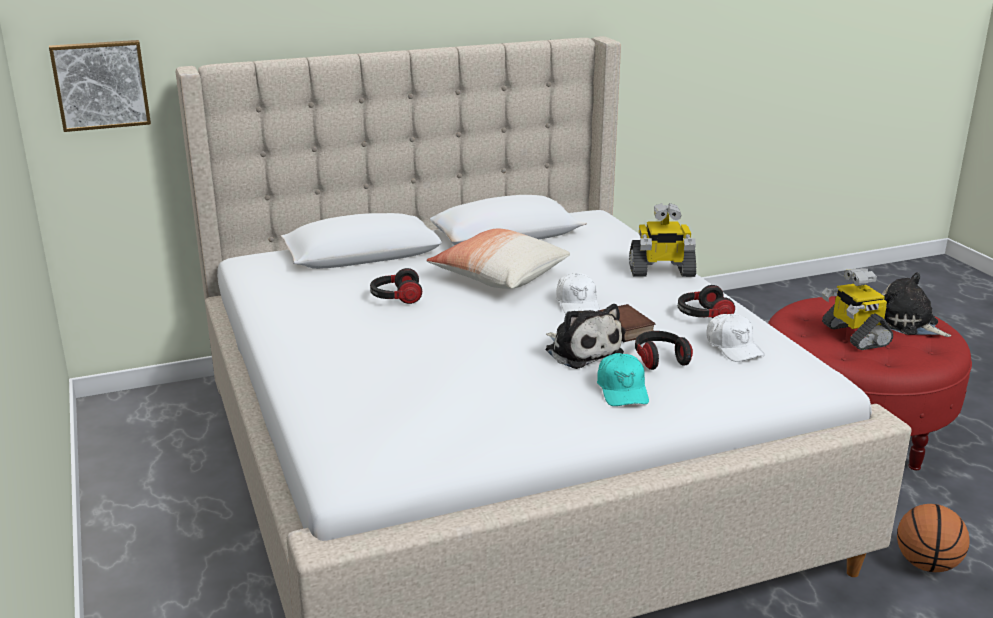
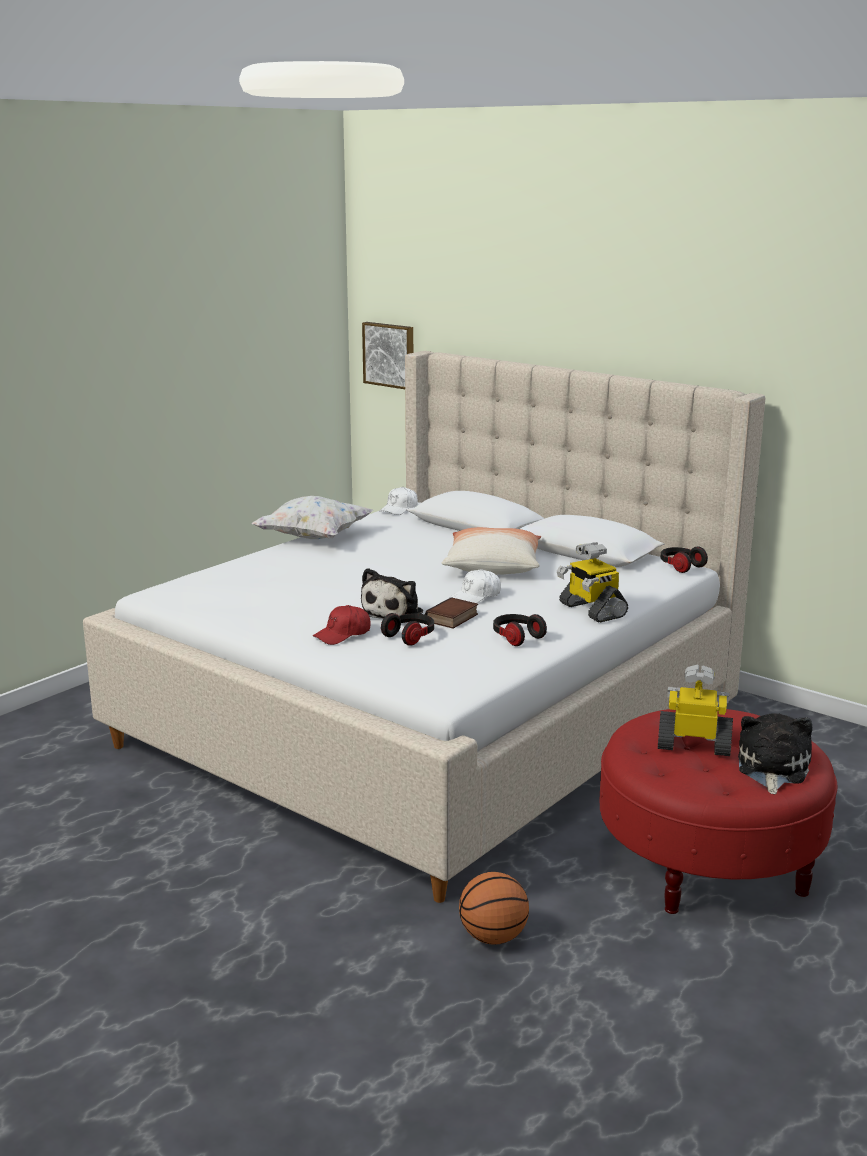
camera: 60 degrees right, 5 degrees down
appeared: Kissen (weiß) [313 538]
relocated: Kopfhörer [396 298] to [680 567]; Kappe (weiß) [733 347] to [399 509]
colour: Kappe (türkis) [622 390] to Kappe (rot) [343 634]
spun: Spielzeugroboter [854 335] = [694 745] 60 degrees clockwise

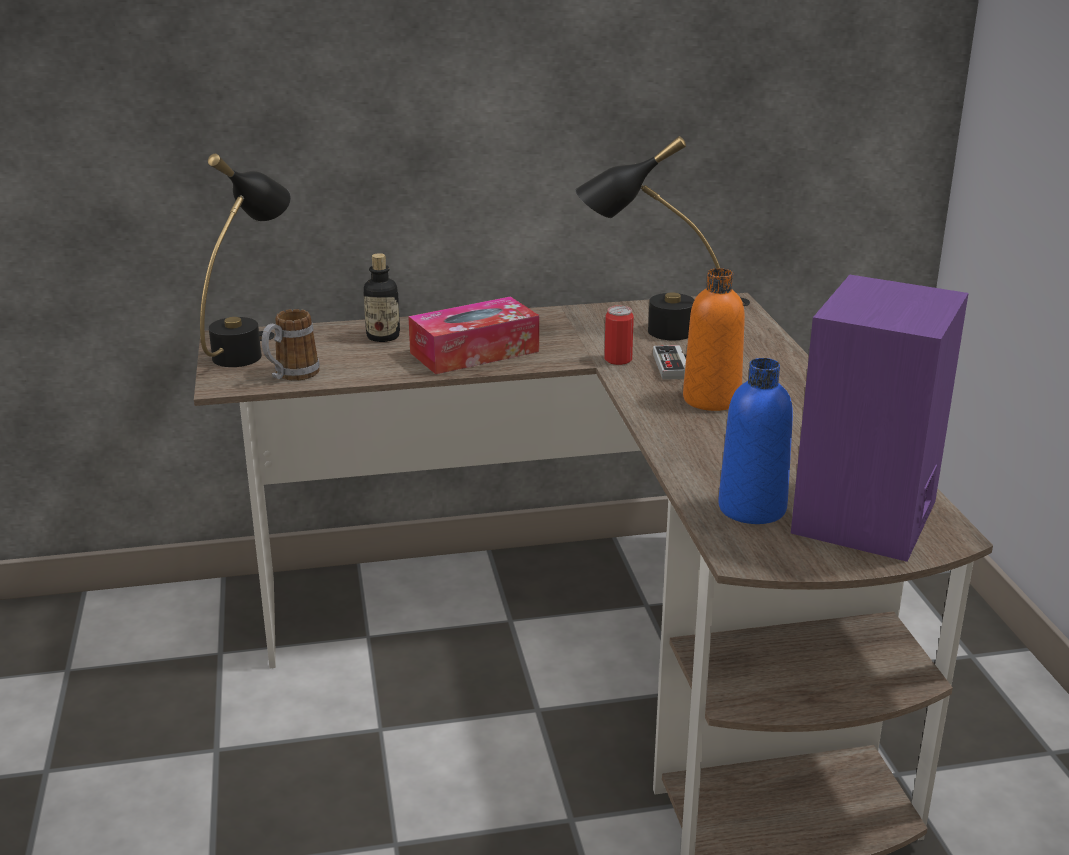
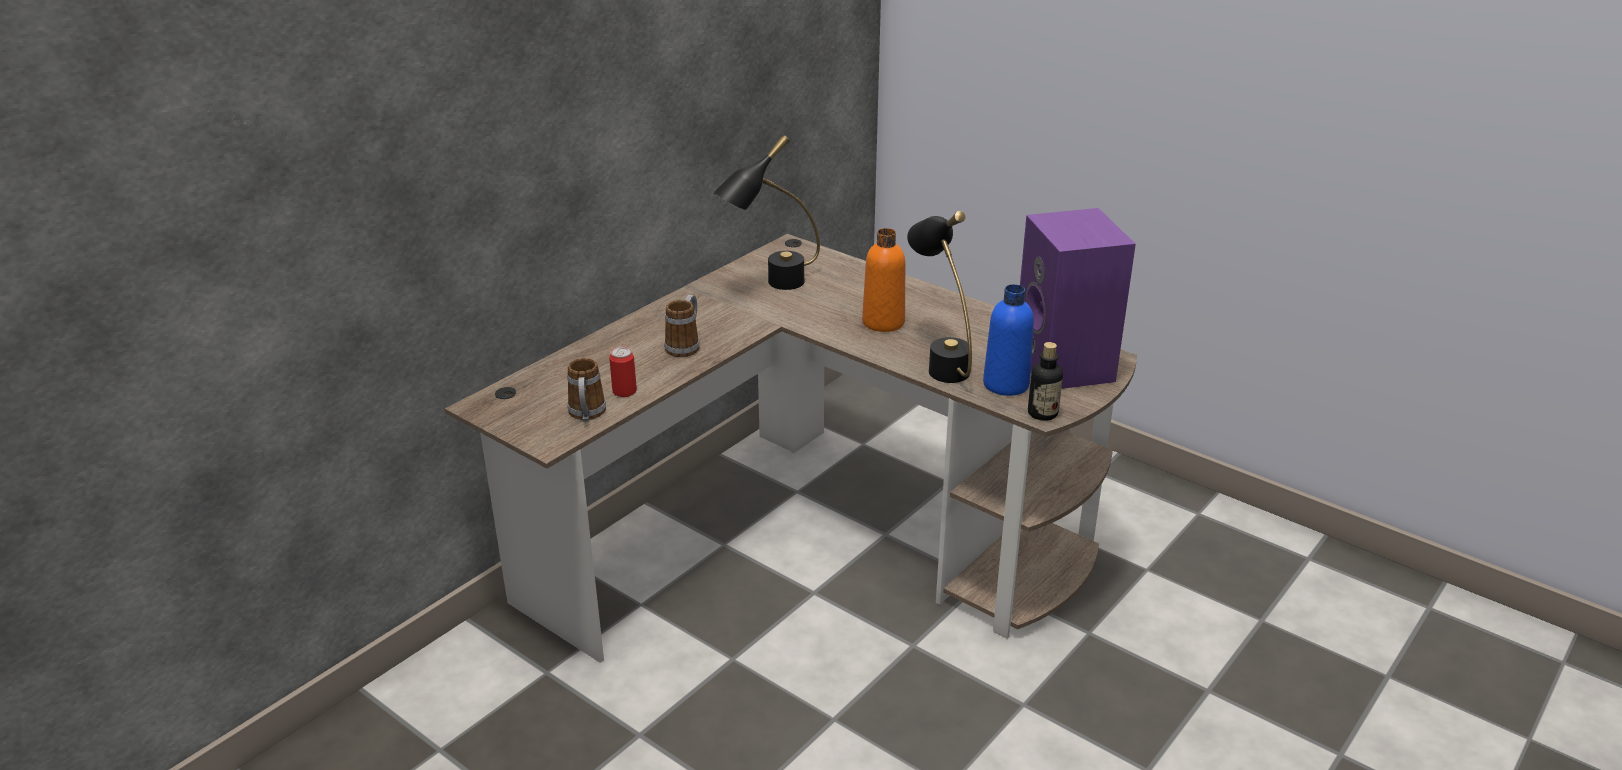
camera: 40 degrees left, 5 degrees up
missing: Gamepad [677 366]
relocated: Tischlampe (schwarz) [250 348] to [940 362]; Flasche [383 337] to [1042 413]; Dose [618 359] to [624 391]
exchanged: Taschentuchbox [474 352] to Henkelbecher [685 345]

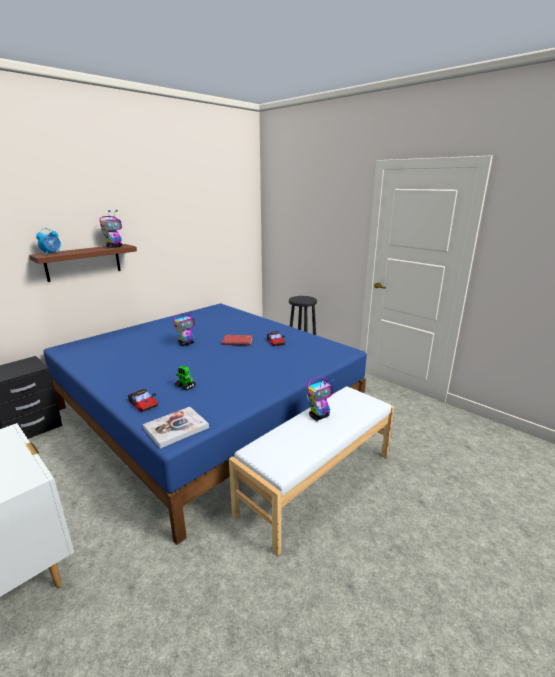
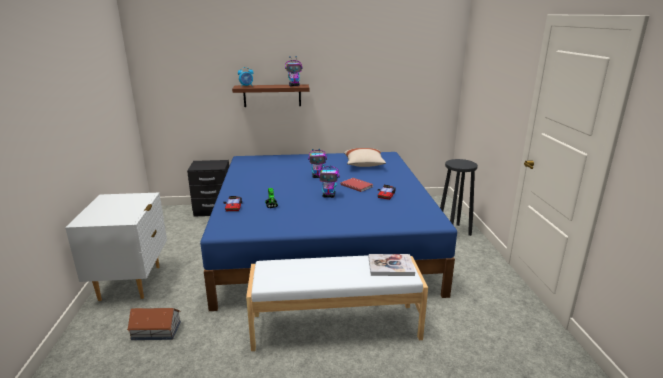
camera: 40 degrees right, 0 degrees up
appeared: Spielzeughaus [156 330]; Kissen (beige) [364 165]
relocated: Buch [176 428] to [390 266]; Spielzeugroboter [319 416] to [329 196]

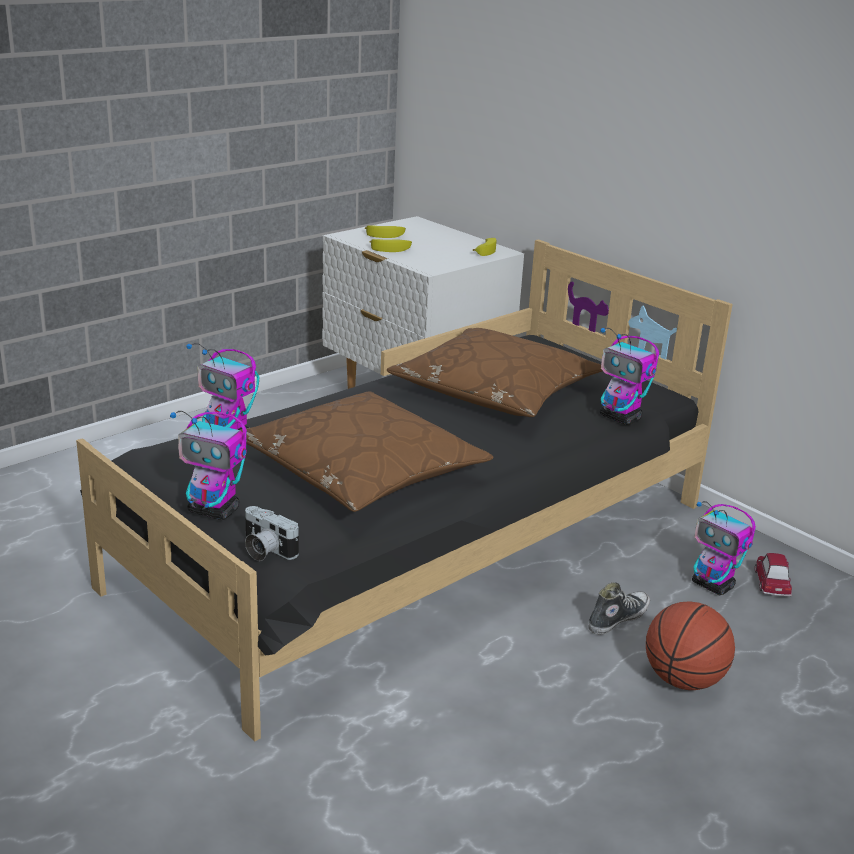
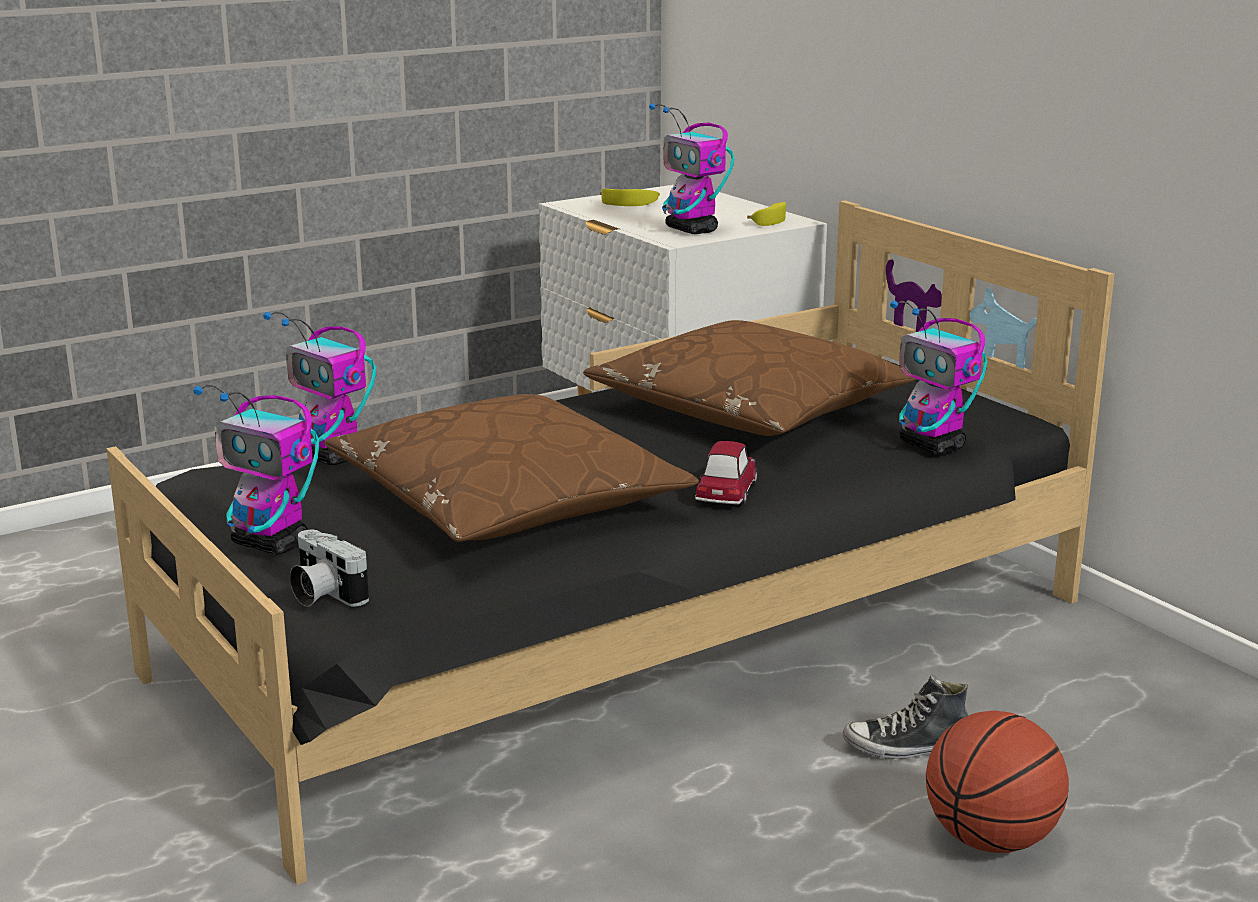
camera: 10 degrees right, 5 degrees down
missing: Banane [391 249]
relocated: Spielzeugroboter [713 586] to [692 230]; Spielzeugauto [771 582] to [727 490]
spun: Schuh [617 618] = [907 748] 150 degrees counterclockwise

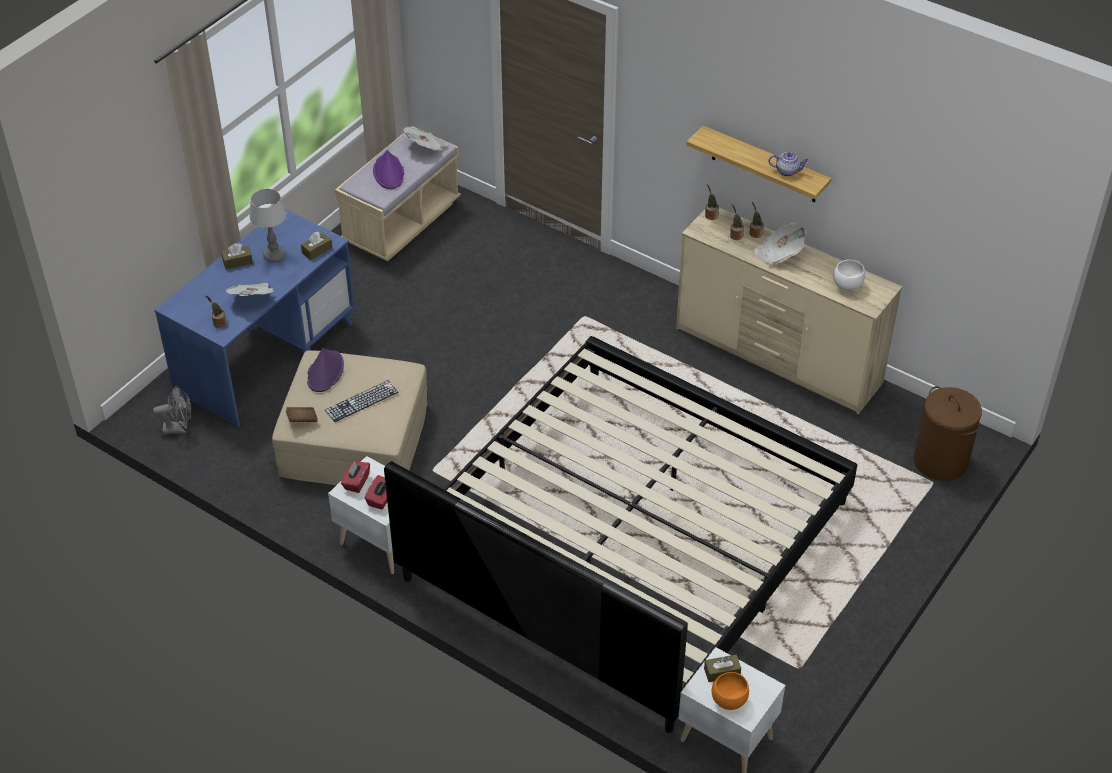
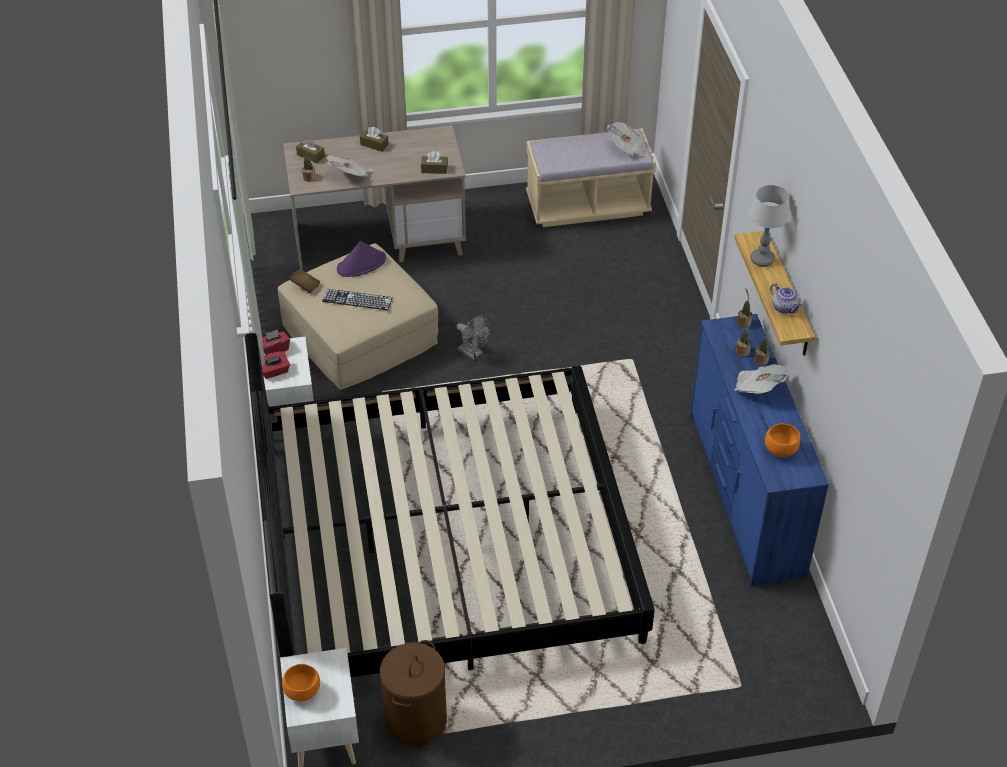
camera: 45 degrees right, 0 degrees up
missing: Hut (lila) [389 173]
relocated: Ventilator (grau) [179 428] to [473 353]; Tischlampe [274 255] to [762 259]; Taschentuchbox (braun) [722 672] to [311 155]; Wäschekorb (braun) [940 461] to [416 720]
colour: Schreibtisch (blau) [266 355] to Schreibtisch (beige) [380 239]; Kommode (beige) [778 357] to Kommode (blau) [744 494]; Schüssel (weiß) [846 285] to Schüssel (orange) [780 450]

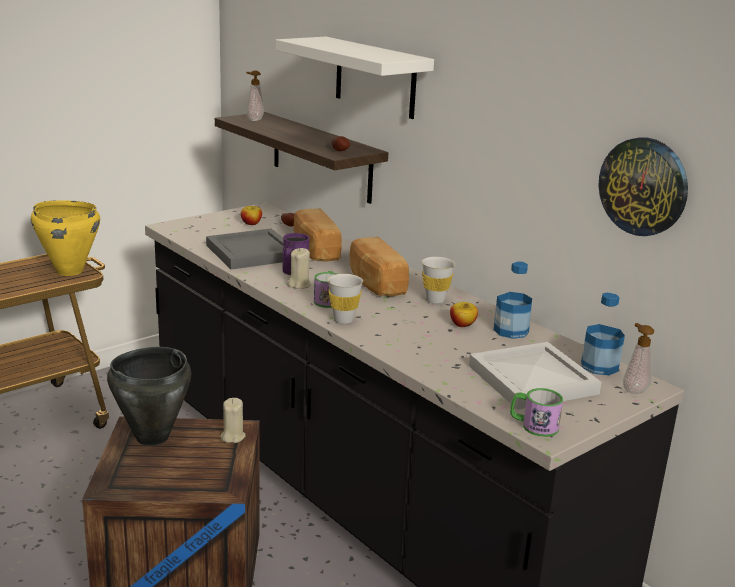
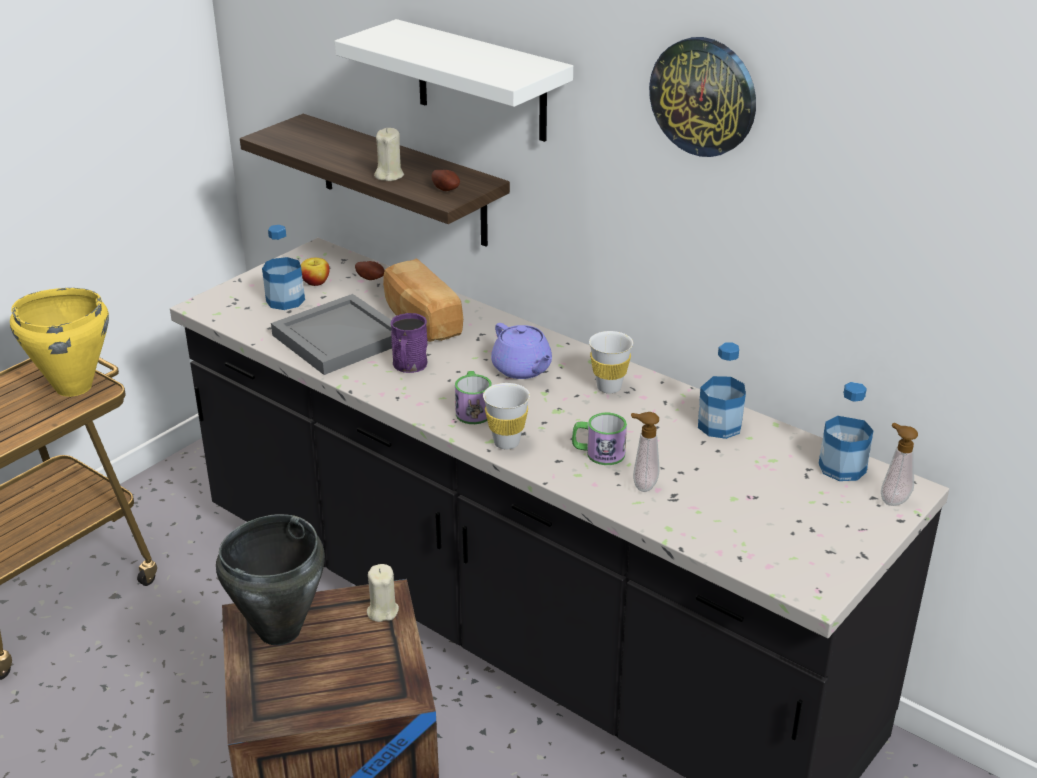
camera: 10 degrees left, 10 degrees up
missing: Apfel [462 324]; Tablett (weiß) [532 380]
appeared: Flasche [285 300]
relocated: Seifenspender [254 119] to [642 485]; Kerze (beige) [299 285] to [389 175]; Henkelbecher [533 426] to [598 453]; Wanduhr [643 186] to [703 96]
exchanged: Brot [375 283] to Teekanne (lila) [522 369]

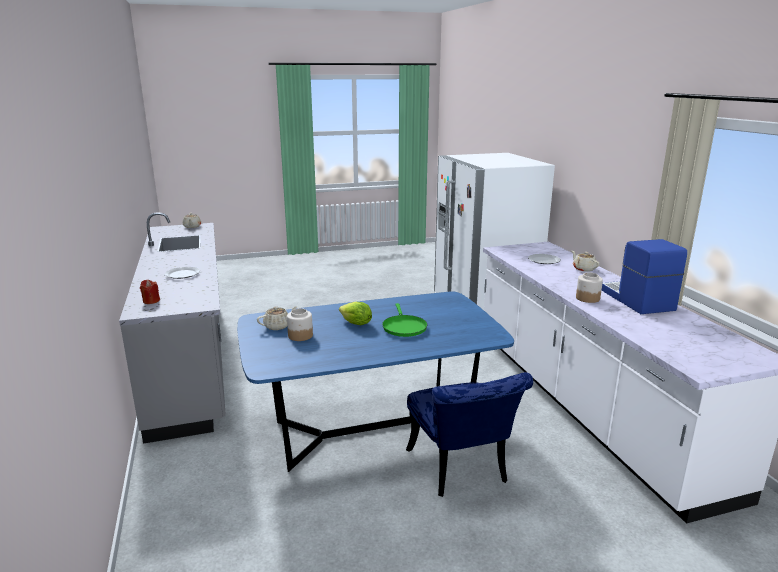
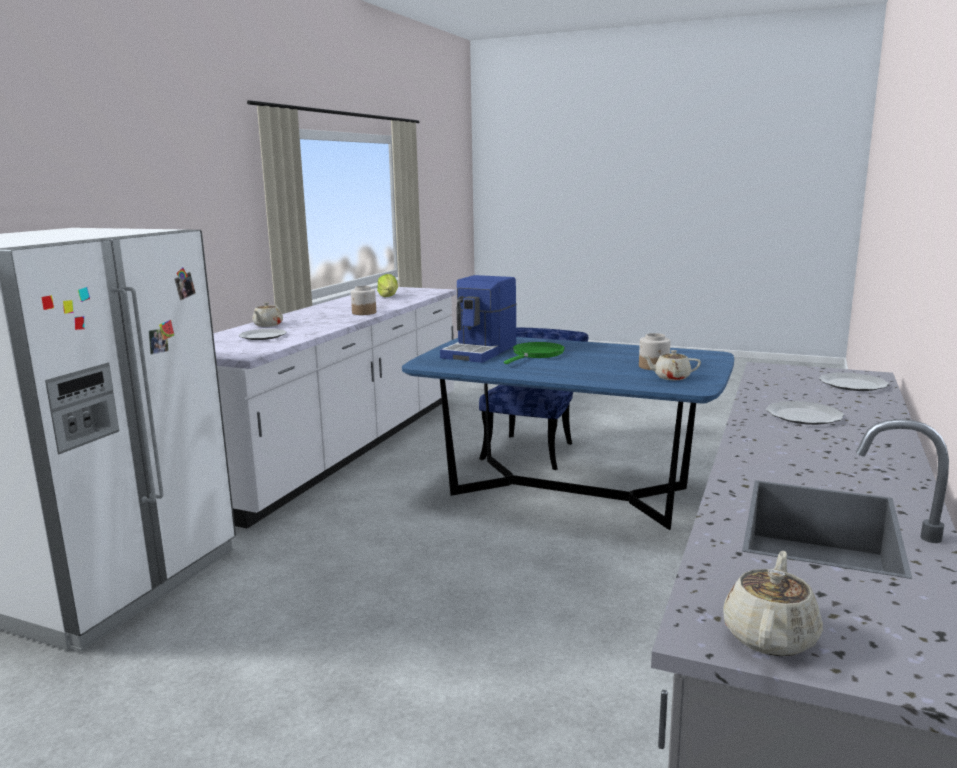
camera: 140 degrees left, 5 degrees down
relocated: Salatkopf [356 324] to [388 296]; Kaffeemaschine [636 300] to [481 351]
exchanged: Kerze (rot) [151 301] to Teller [854 384]

